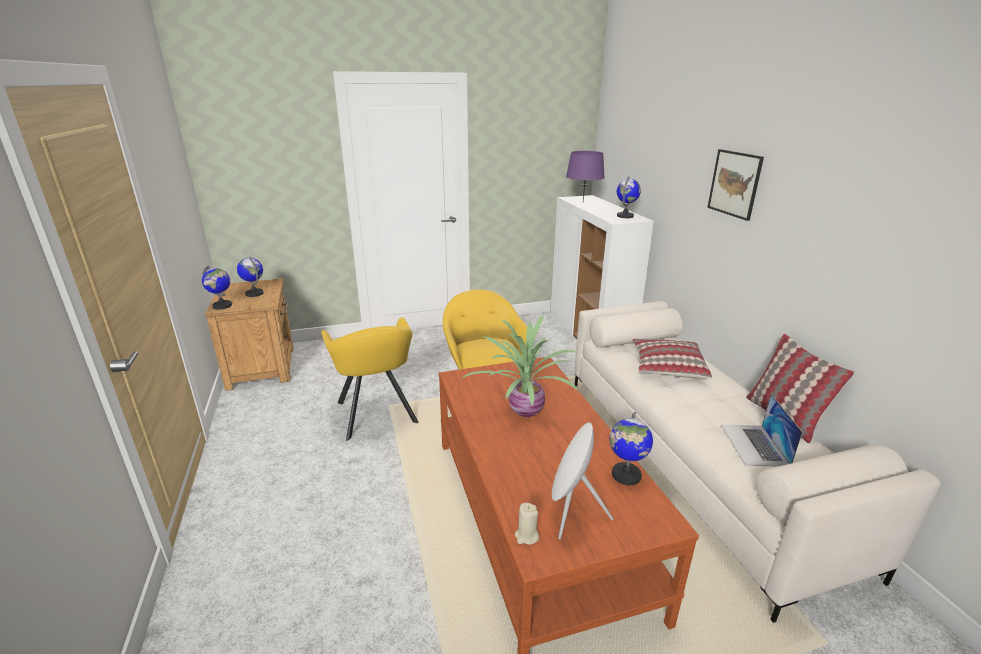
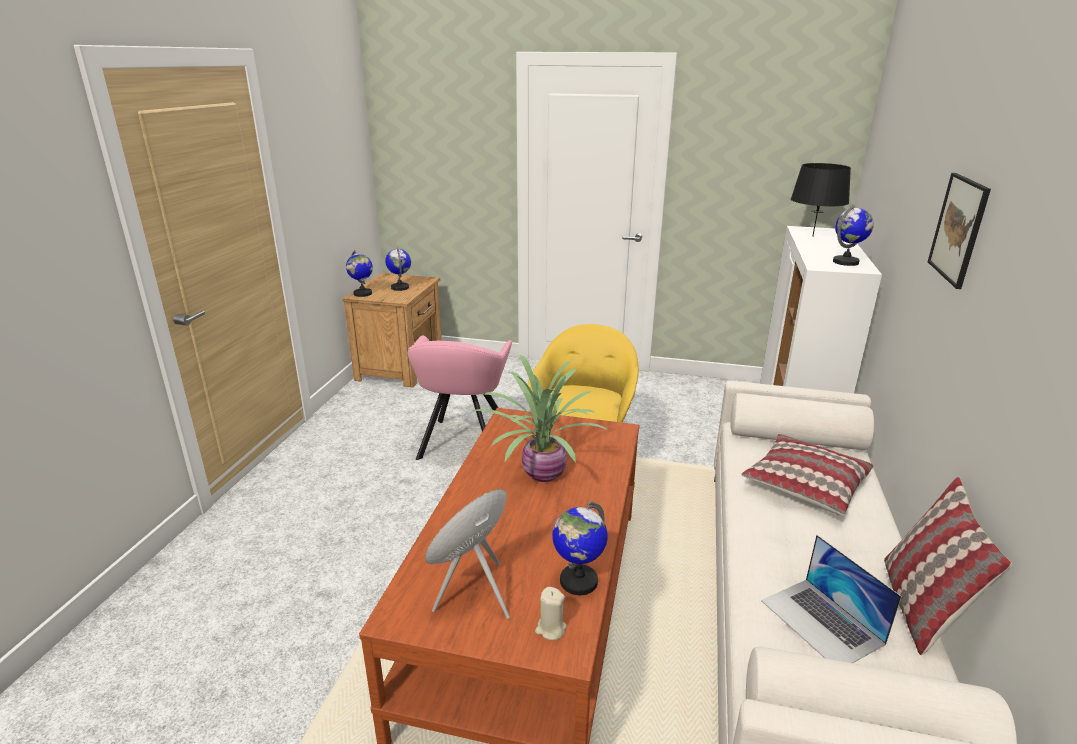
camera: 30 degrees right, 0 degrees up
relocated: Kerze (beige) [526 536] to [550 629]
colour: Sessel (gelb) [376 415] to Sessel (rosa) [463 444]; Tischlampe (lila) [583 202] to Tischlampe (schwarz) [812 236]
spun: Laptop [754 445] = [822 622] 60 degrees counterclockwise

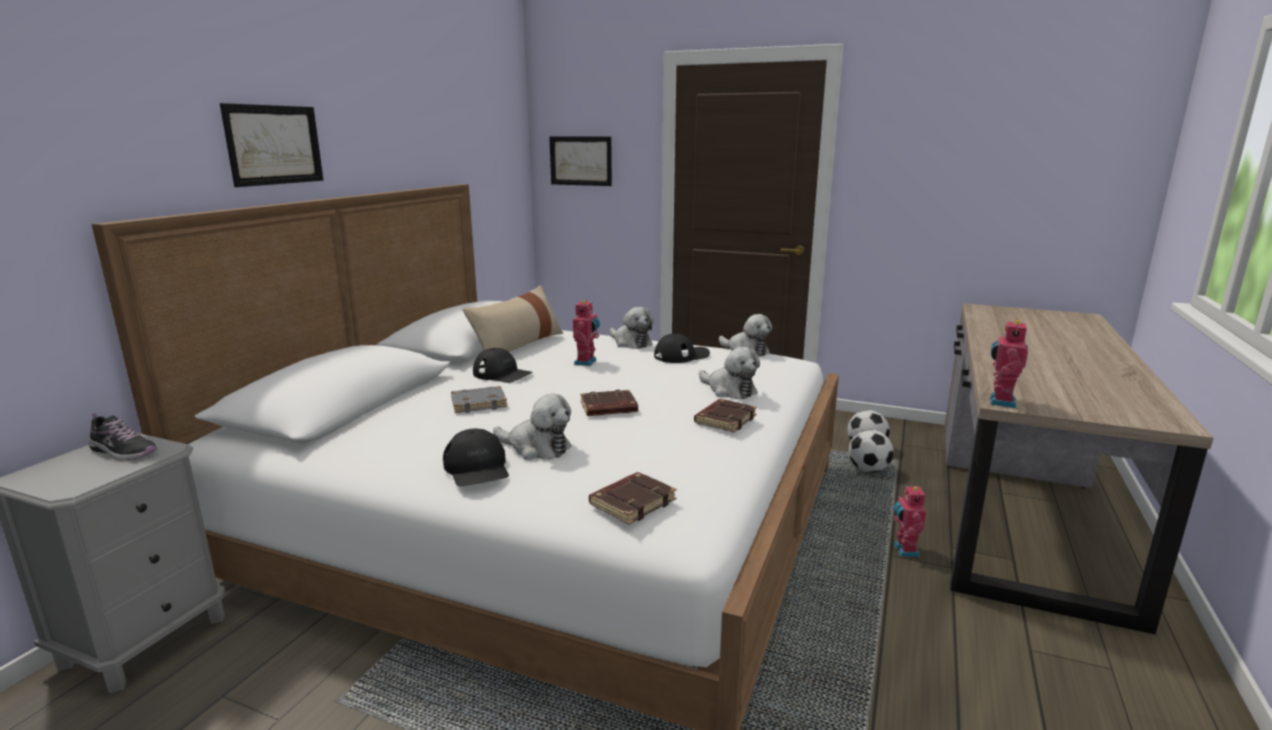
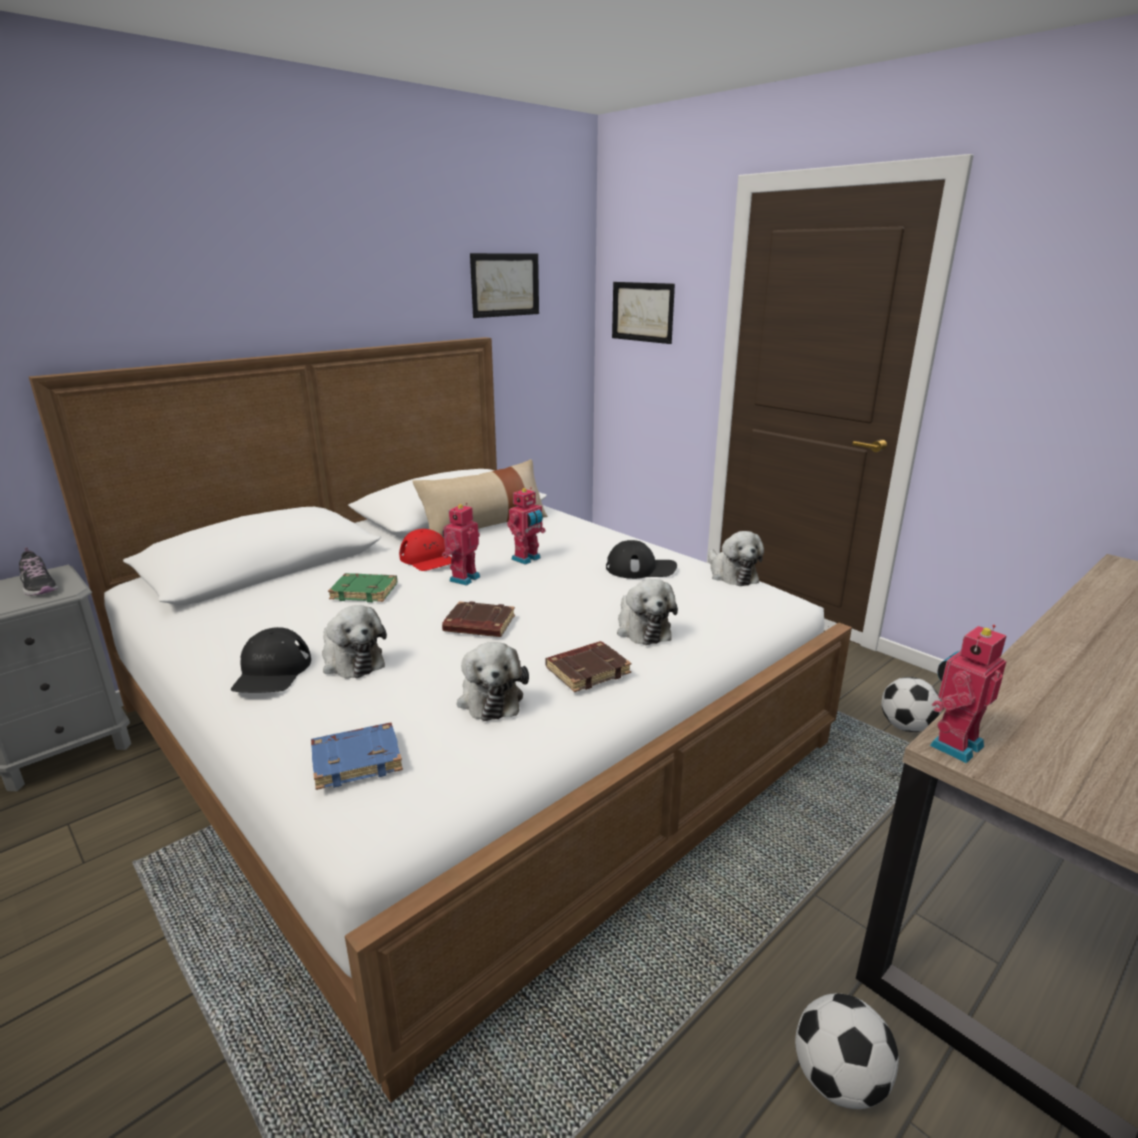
camera: 25 degrees right, 5 degrees up
relocated: Bild [274 145] to [505 285]; Plüschtier [630 343] to [490 697]; Fußball [868 470] to [838 1079]; Spielzeugroboter [904 550] to [463 578]
colour: Buch (grau) [479 403] to Buch (grün) [365 591]; Kappe (schwarz) [502 374] to Kappe (rot) [428 559]; Buch (braun) [632 502] to Buch (blau) [357 760]

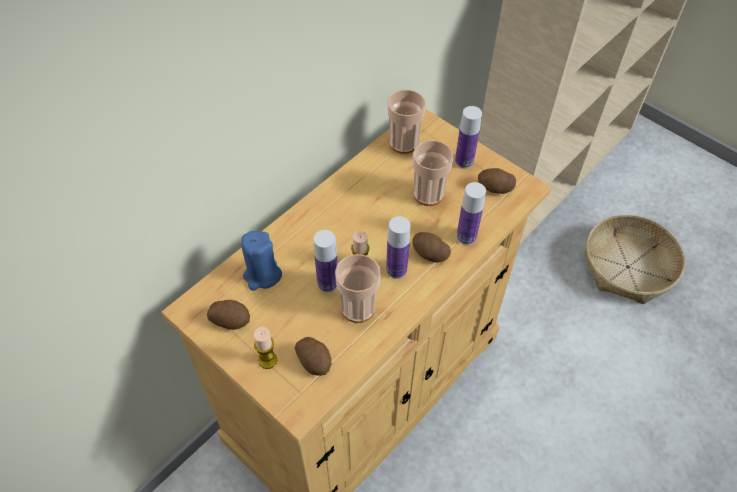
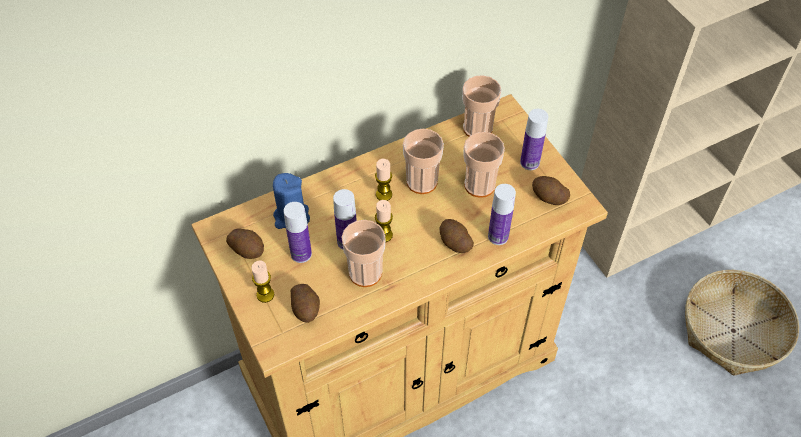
camera: 20 degrees right, 0 degrees up
appeared: Kerze [384 194]; Tasse [422 182]
relocated: Flasche [396 270] to [301 254]

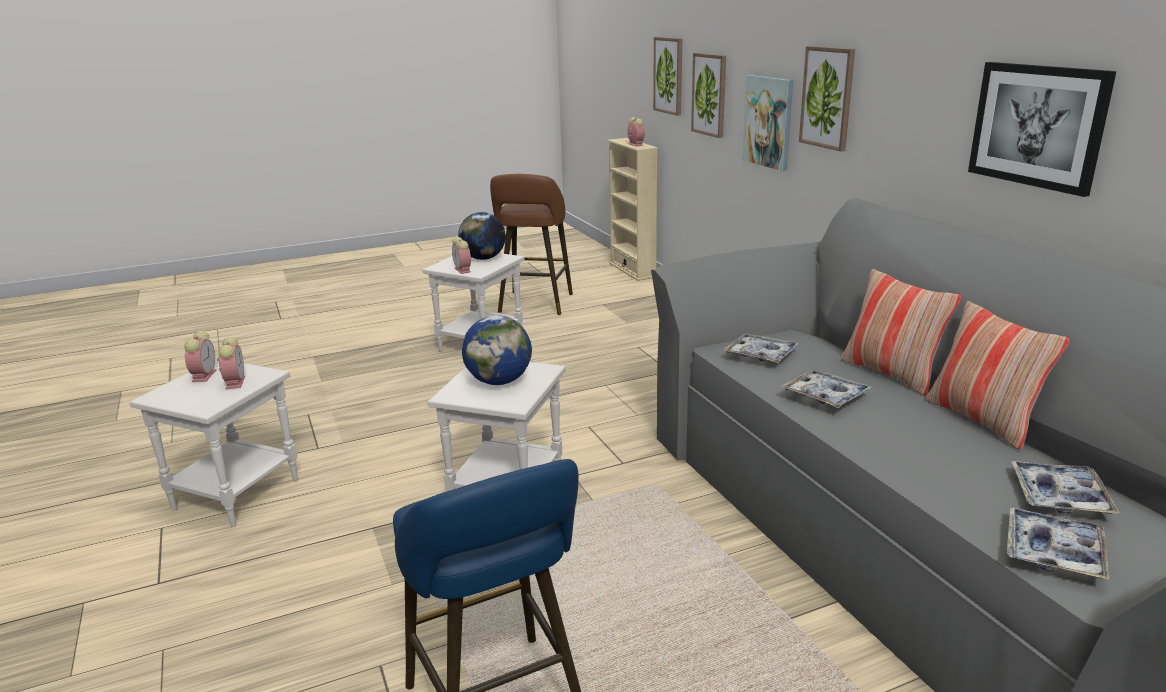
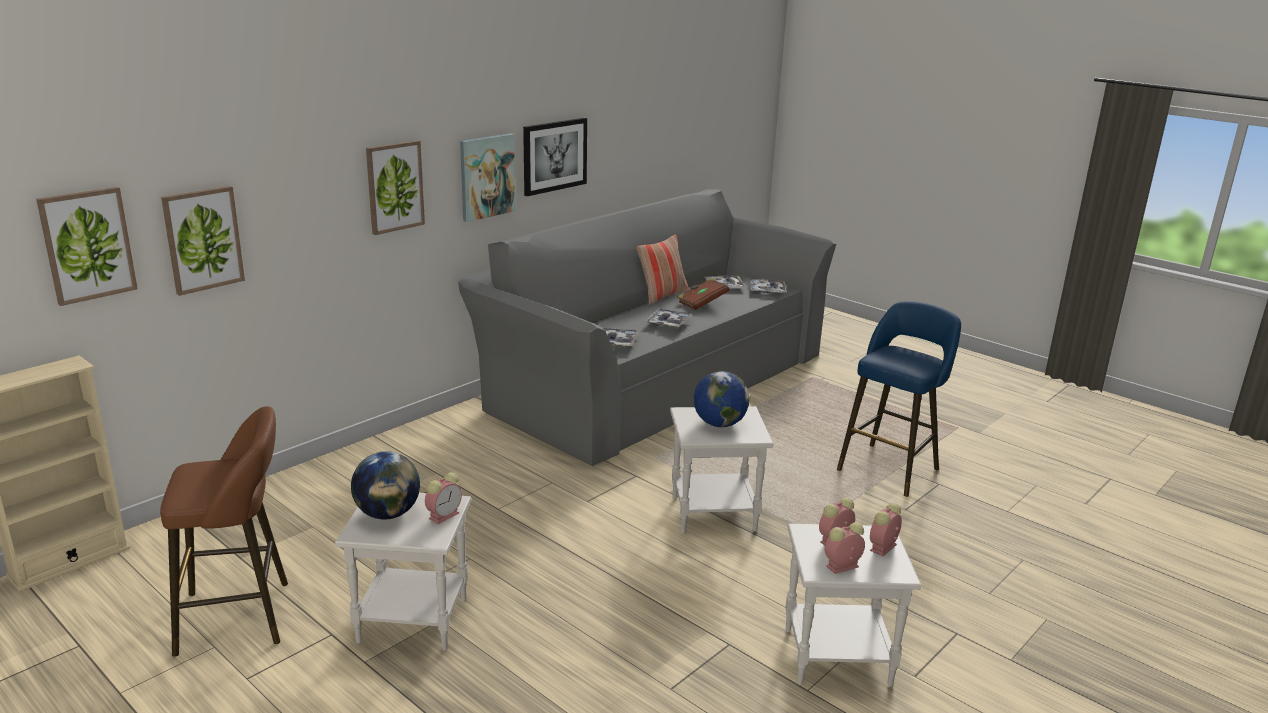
camera: 115 degrees left, 0 degrees up
missing: Kissen [891 373]
appeared: Buch (braun) [702 303]
relocated: Wecker [635 144] to [883 548]; Bild [769 121] to [486 176]

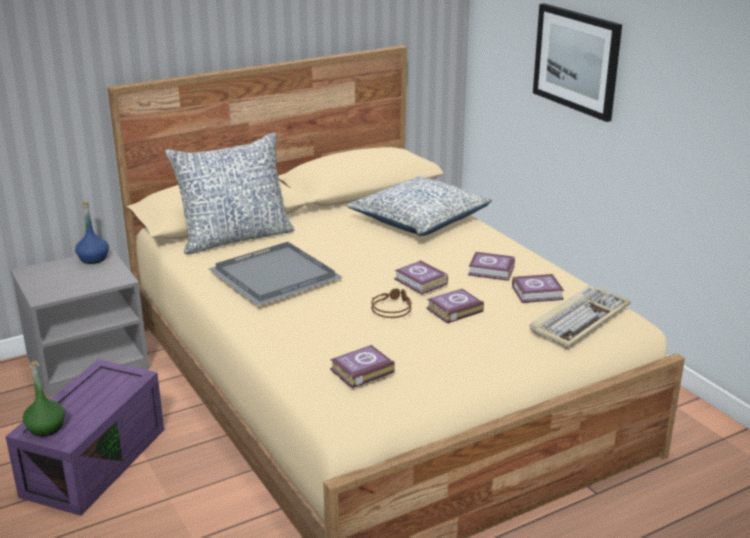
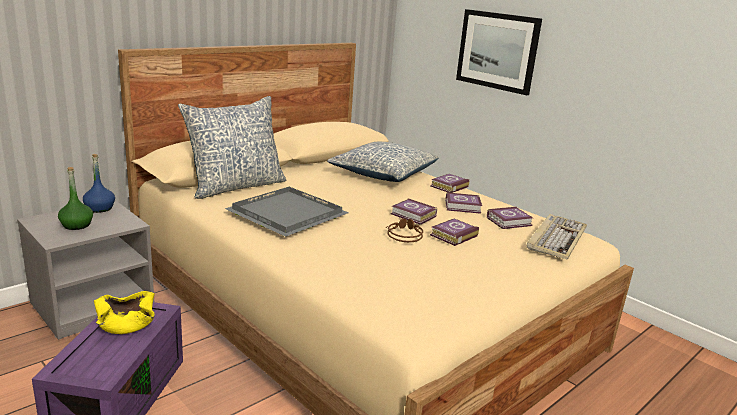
camera: 15 degrees left, 5 degrees down
appeared: Schüssel (gelb) [125 322]
relocated: Flasche (grün) [46 428] to [77 225]; Buch [360 371] to [448 186]

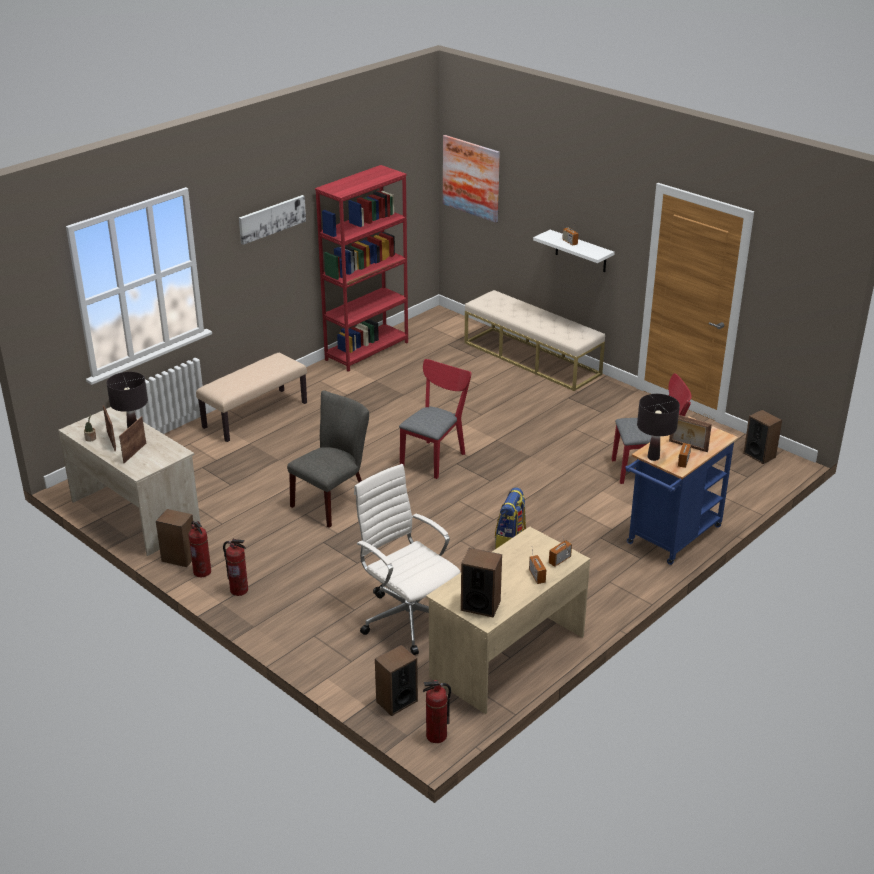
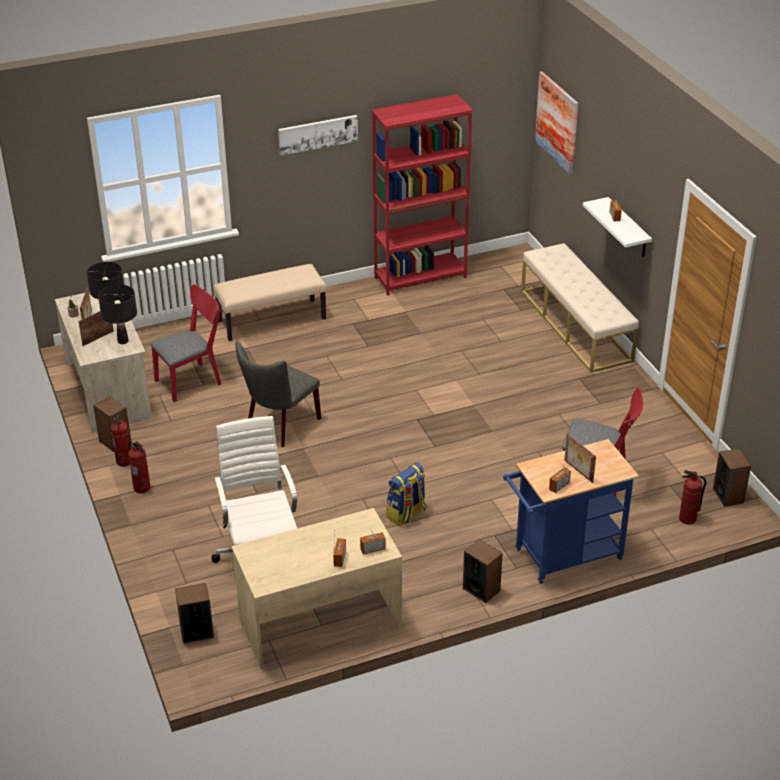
camera: 25 degrees right, 5 degrees up
relocated: Stuhl (rot) [435 457] to [192 380]; Feuerlöscher [436 736] to [687 519]; Lautsprecher [480 605] to [481 589]; Tischlampe (schwarz) [653 457] to [123 341]
spun: Stuhl (grau) [334 501] = [279 426] 150 degrees clockwise

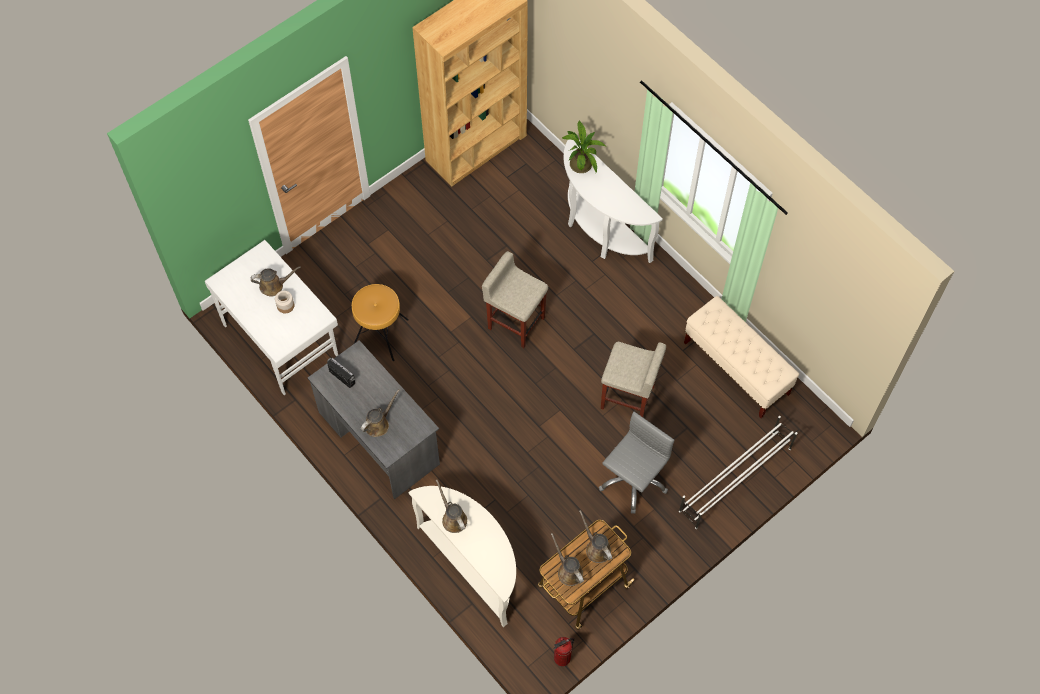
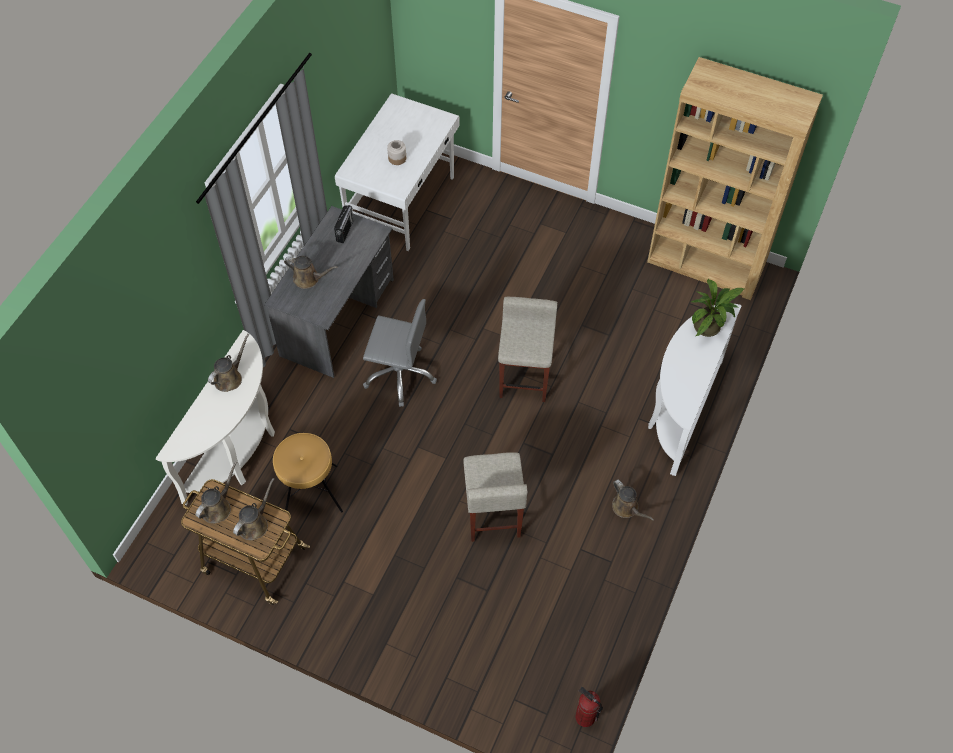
camera: 65 degrees right, 5 degrees down
missing: Schuhregal (weiß) [734 479]; Bank (beige) [736 368]
relocated: Gießkanne (braun) [274 286] to [627 508]; Hocker (braun) [380 335] to [310 493]; Feuerlöscher [562 658] to [584 717]; Bürostuhl (grau) [633 480] to [400 374]

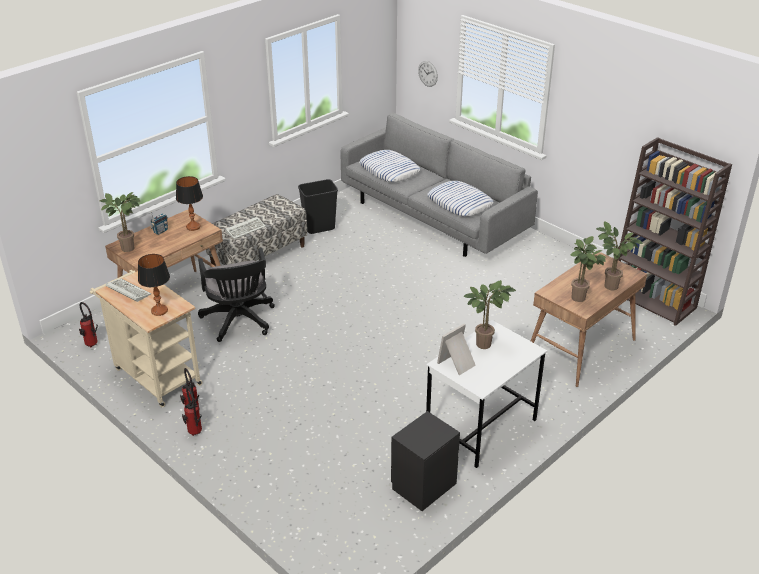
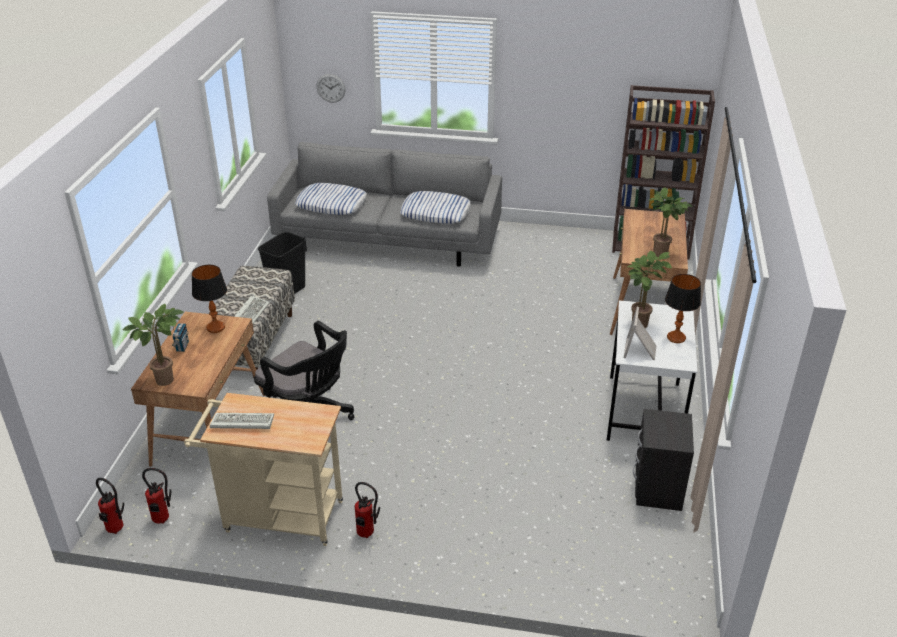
camera: 35 degrees left, 0 degrees up
missing: Topfpflanze [609 286]
relocated: Tischlampe [159 310] to [676 337]; Feuerlöscher [195 433] to [117 531]

